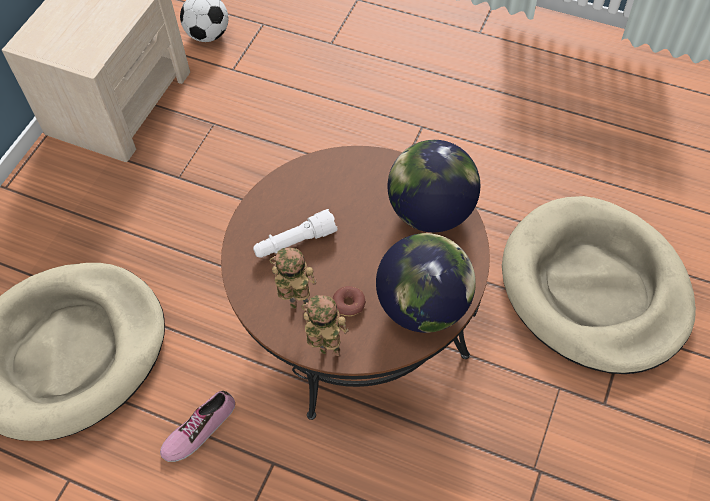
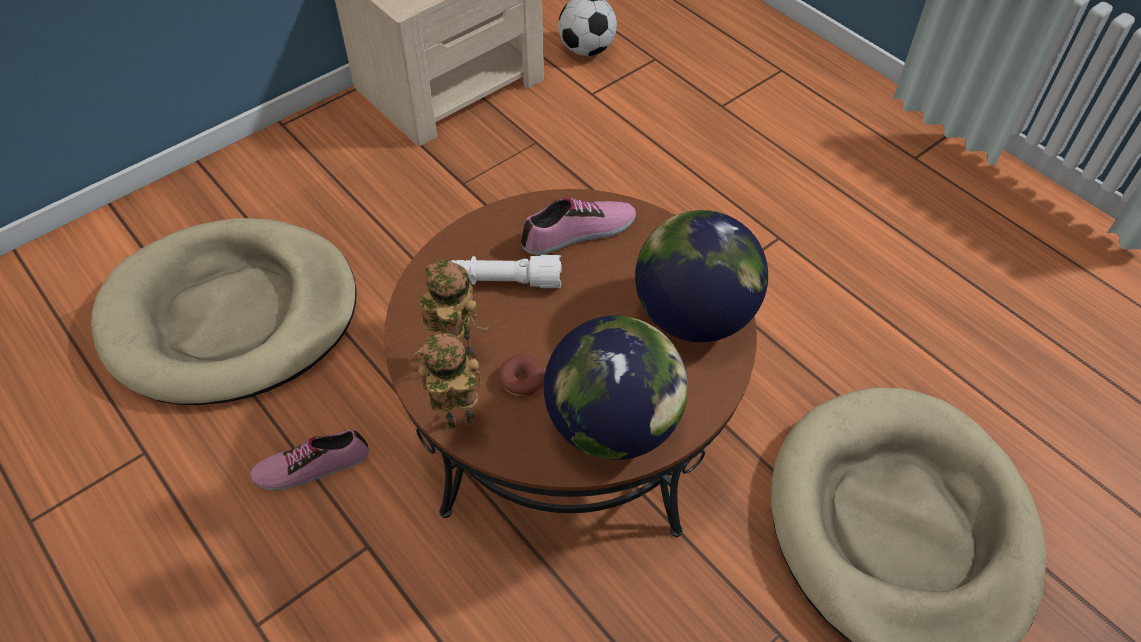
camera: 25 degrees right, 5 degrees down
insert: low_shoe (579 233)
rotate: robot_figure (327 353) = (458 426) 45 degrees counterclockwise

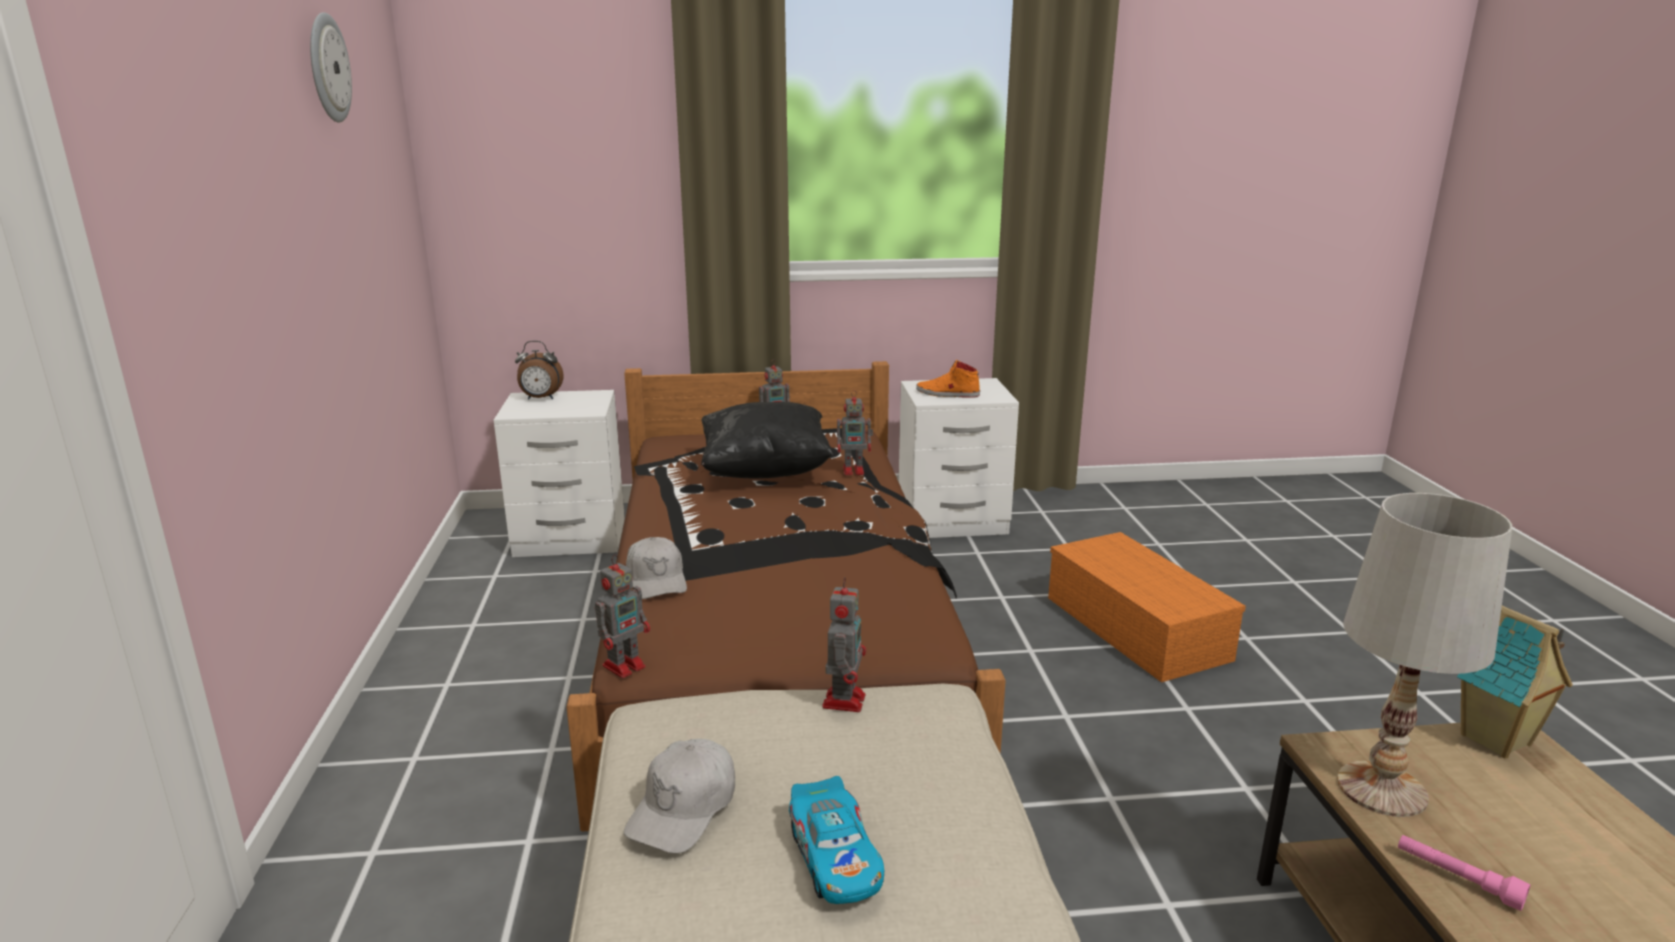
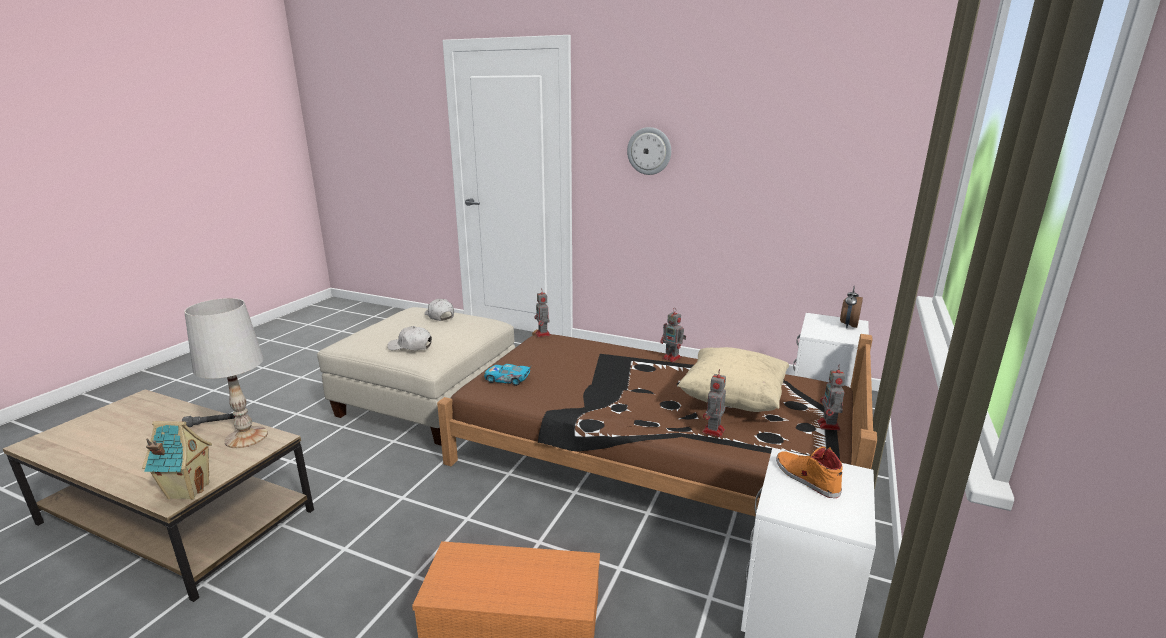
camera: 120 degrees right, 0 degrees up
move: white_cap (657 580) to (410 346); toy_car (835 858) to (507 379); clock_on_the_wall (327 68) to (649 151); robot_figure (844 699) to (672 358)
recolor: pink-coloured_flashlight (1457 879) to grey_flashlight (210 423); black-coloured_throw_pillow (765 472) to beige_throw_pillow (732 401)
rotate: orange-coloured_low_shoe (947 394) = (806 478) 75 degrees counterclockwise

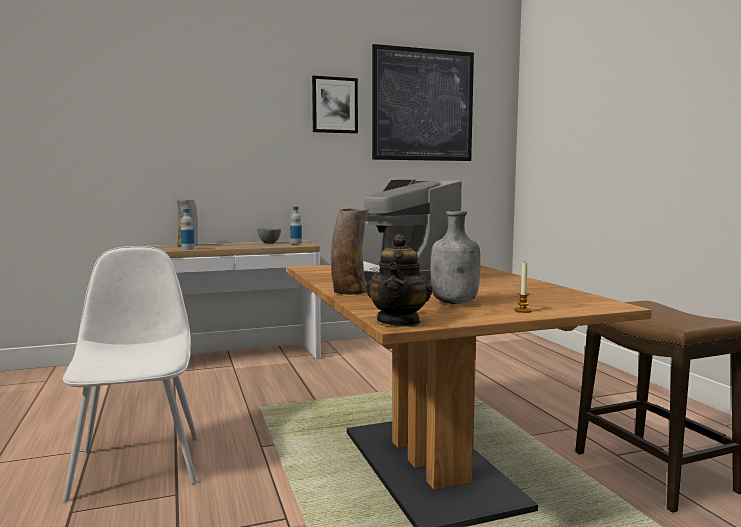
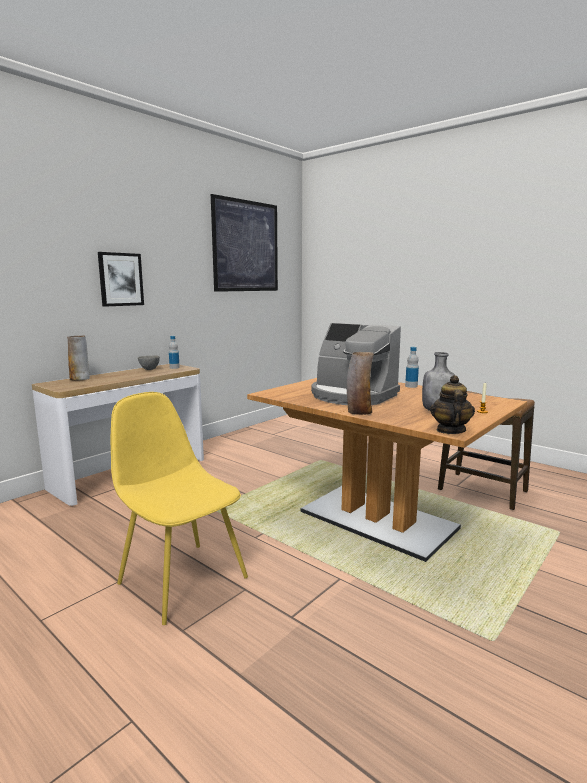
camera: 30 degrees left, 5 degrees up
move: picture (334 105) to (120 279); drink_bottle (188 249) to (411 386)
recolor: white_chair (138 464) to yellow-coloured_chair (181 578)
rotate: tea_pot (399 321) = (450 430) 150 degrees counterclockwise

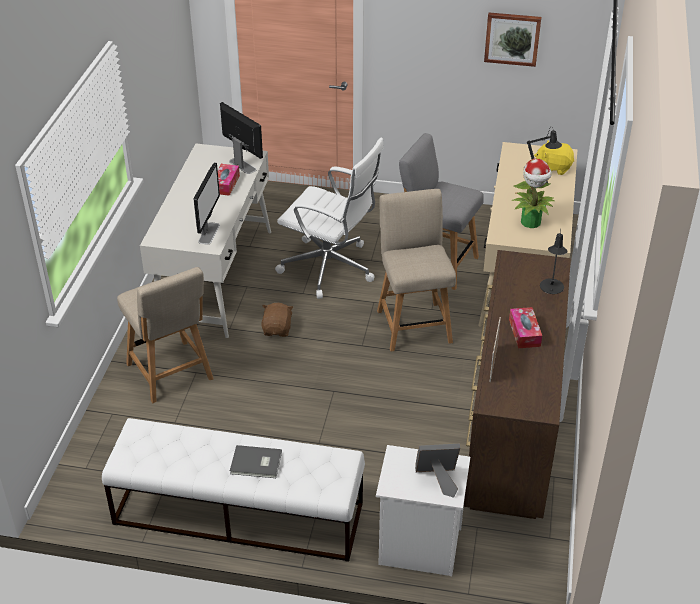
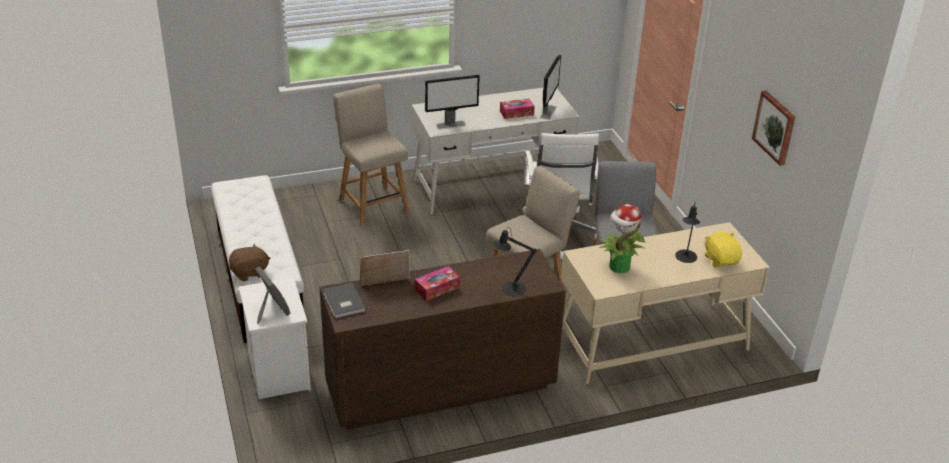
camera: 60 degrees right, 5 degrees down
move: brown-coloured_plush_toy (277 329) to (249 273); grey_bound_book (256 464) to (343 302)
rotate: beige_chair (171 374) = (372 204) 120 degrees clockwise

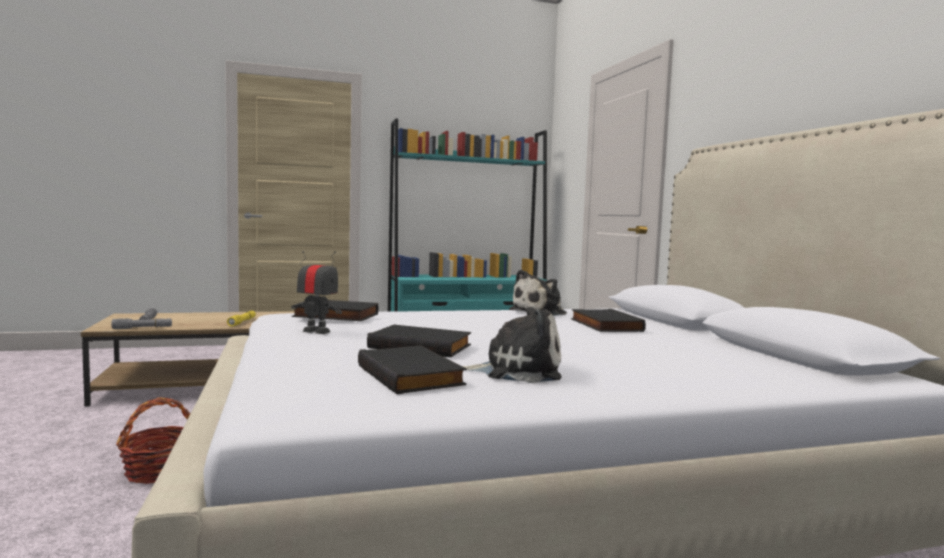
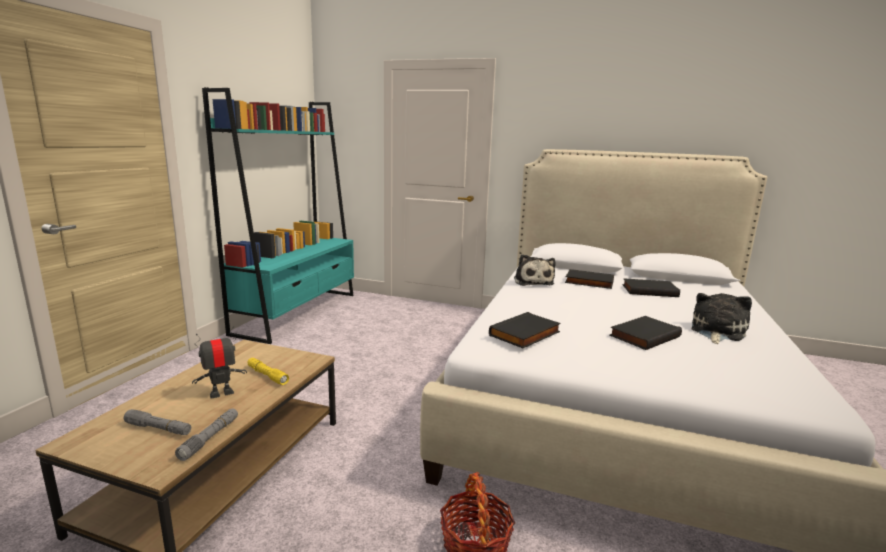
camera: 55 degrees left, 10 degrees up
move: robot_figure (317 331) to (221 393); black-coloured_bound_book (412 375) to (649 290)

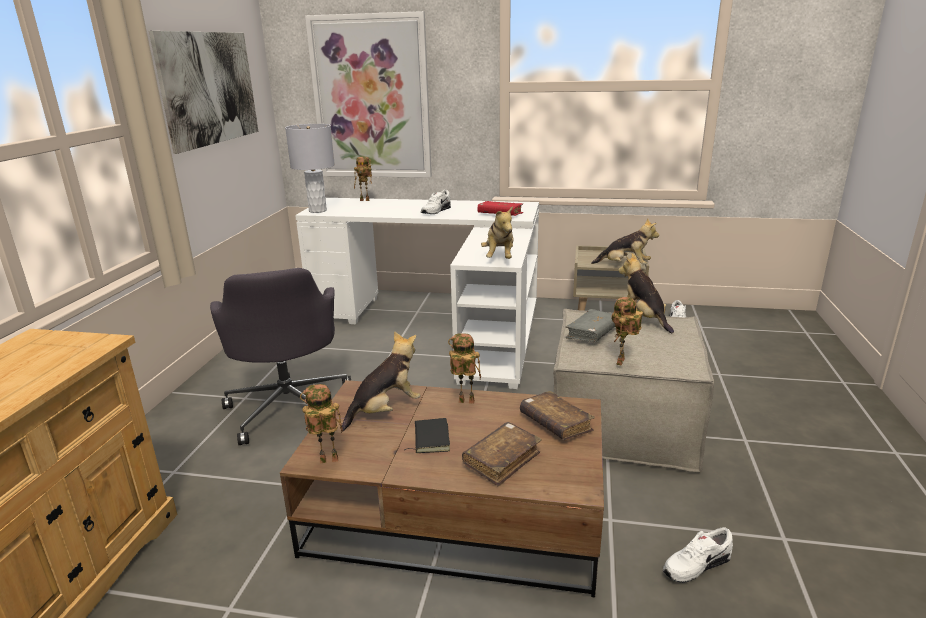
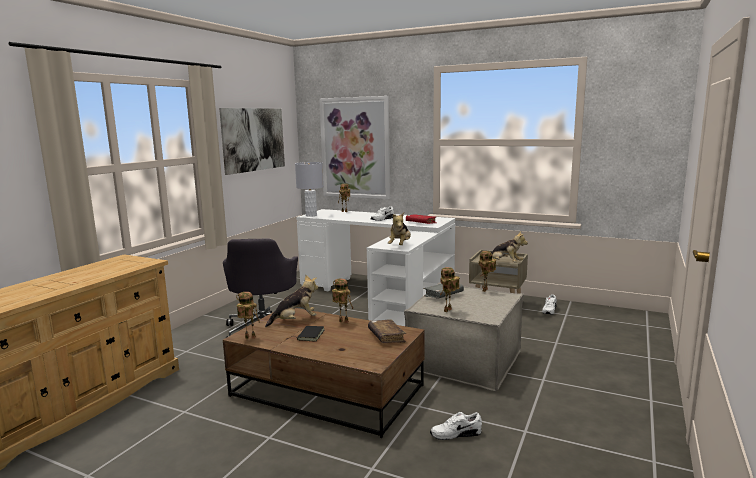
camera: 15 degrees right, 10 degrees down
delete: brown-coloured_bound_book (502 460)
replace: plush_toy (643 317) to robot_figure (486 290)

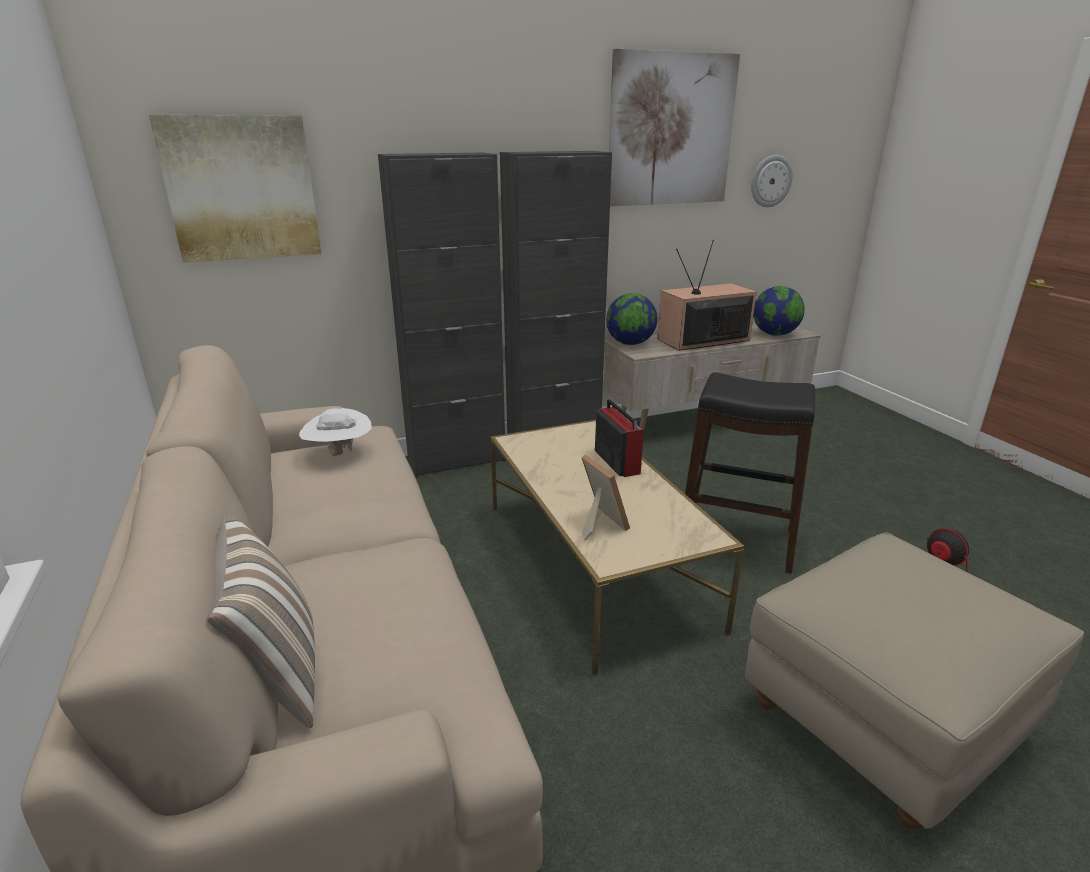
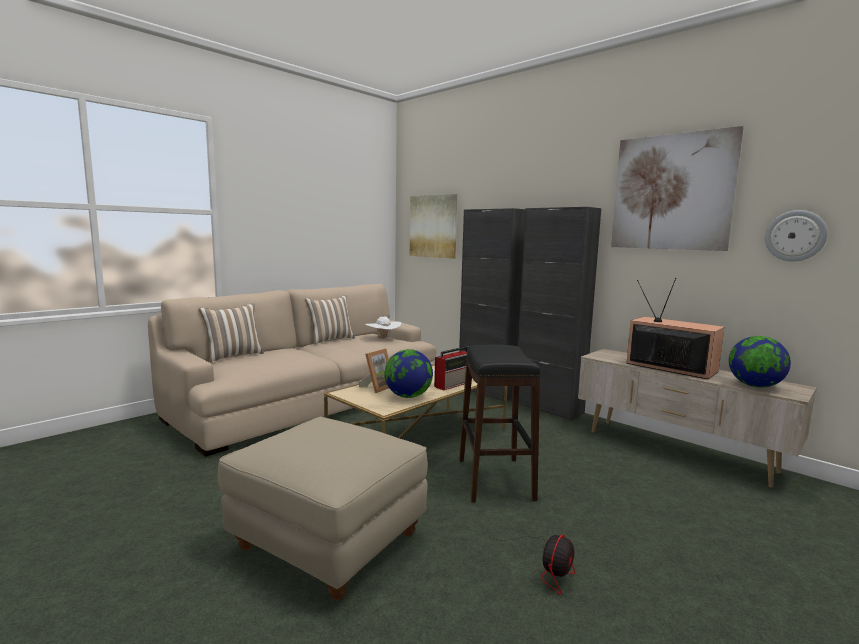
camera: 65 degrees right, 15 degrees down
insert: throw_pillow (330 340)
move: world_globe (630 343) to (408 396)

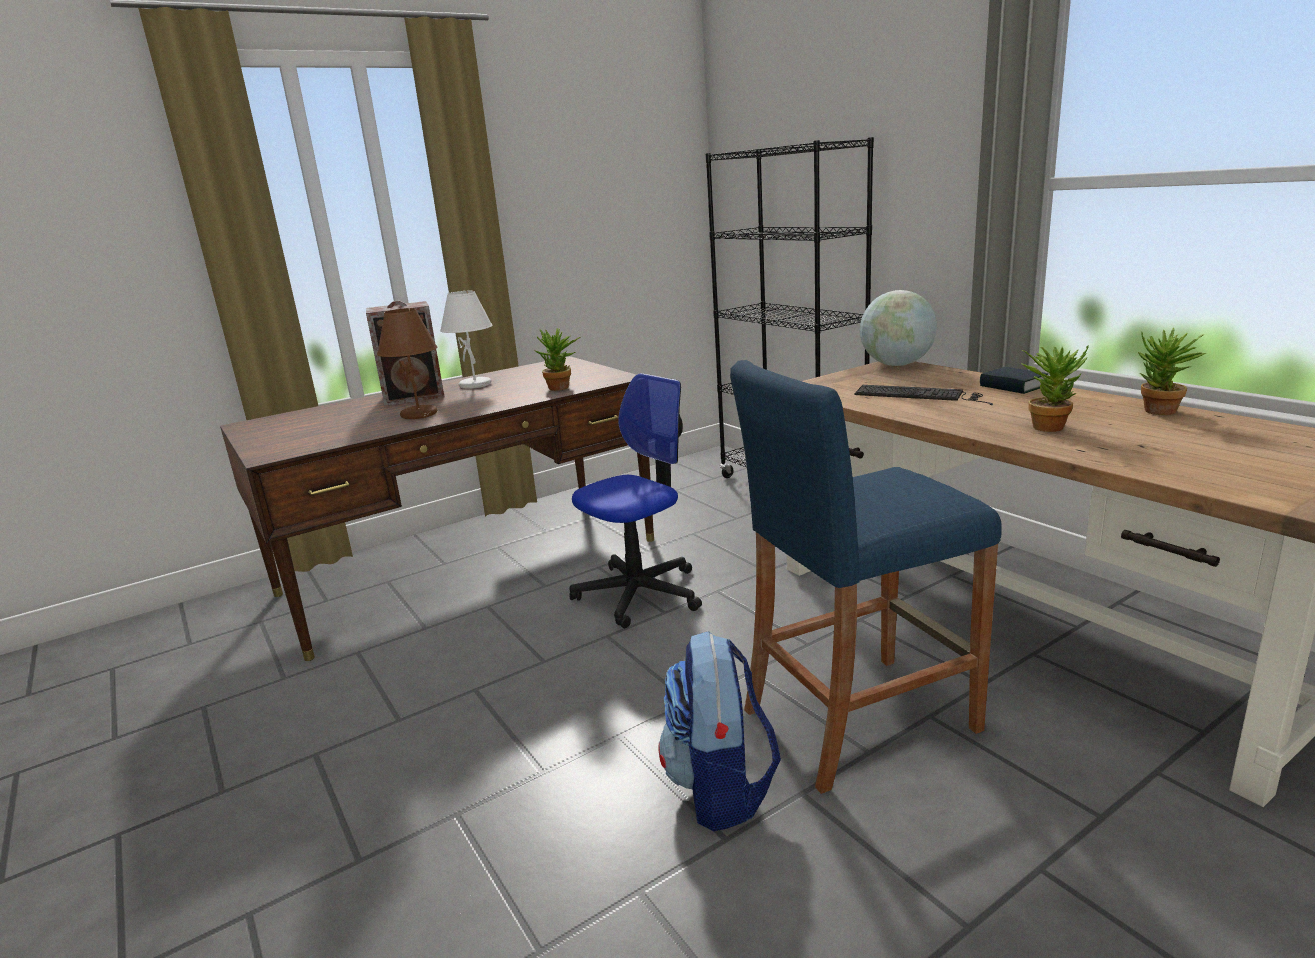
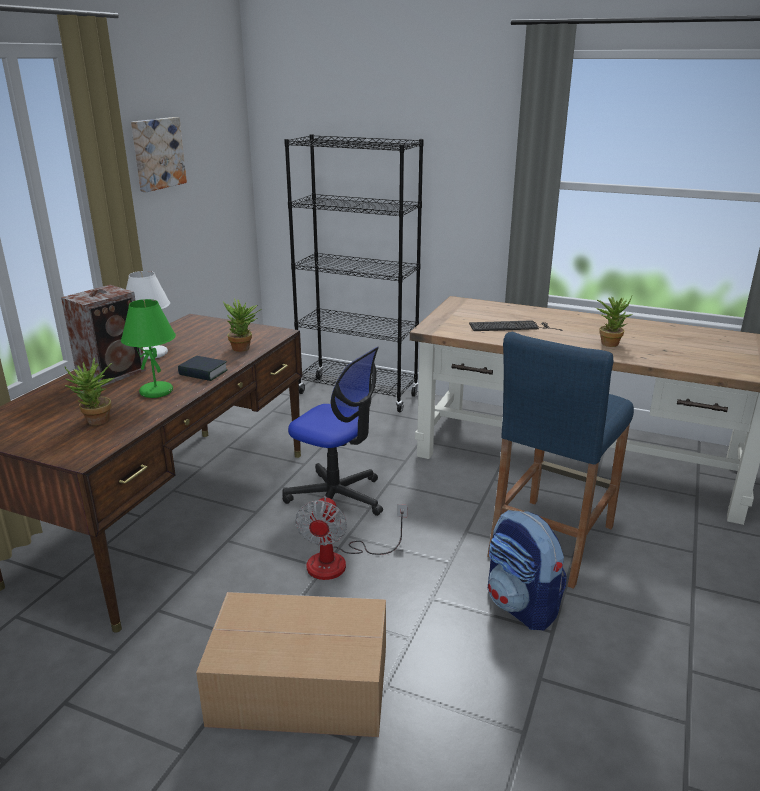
camera: 35 degrees left, 5 degrees up
delete: world_globe (897 365)
insert: picture (157 153); cardboard_box (303 687); fan (340 561)
move: plant_in_a_pot (1159 413) to (96 422); bound_book (1012 386) to (203 373)
recolor: brown-coloured_table_lamp (420 414) to greenish_table_lamp (157 391)
rotate: computer_chair (639 593) = (336 499) 105 degrees clockwise

